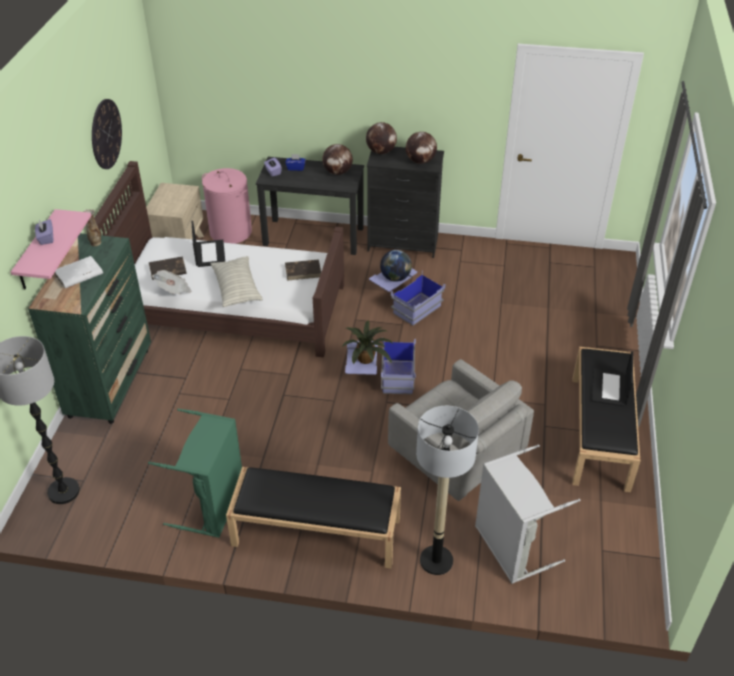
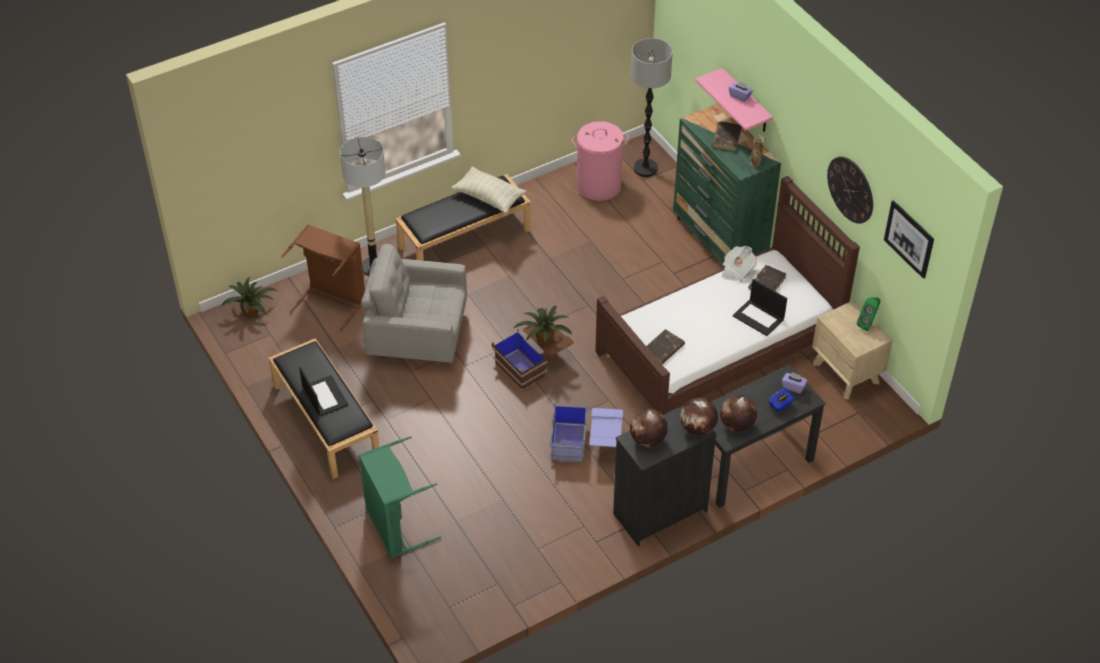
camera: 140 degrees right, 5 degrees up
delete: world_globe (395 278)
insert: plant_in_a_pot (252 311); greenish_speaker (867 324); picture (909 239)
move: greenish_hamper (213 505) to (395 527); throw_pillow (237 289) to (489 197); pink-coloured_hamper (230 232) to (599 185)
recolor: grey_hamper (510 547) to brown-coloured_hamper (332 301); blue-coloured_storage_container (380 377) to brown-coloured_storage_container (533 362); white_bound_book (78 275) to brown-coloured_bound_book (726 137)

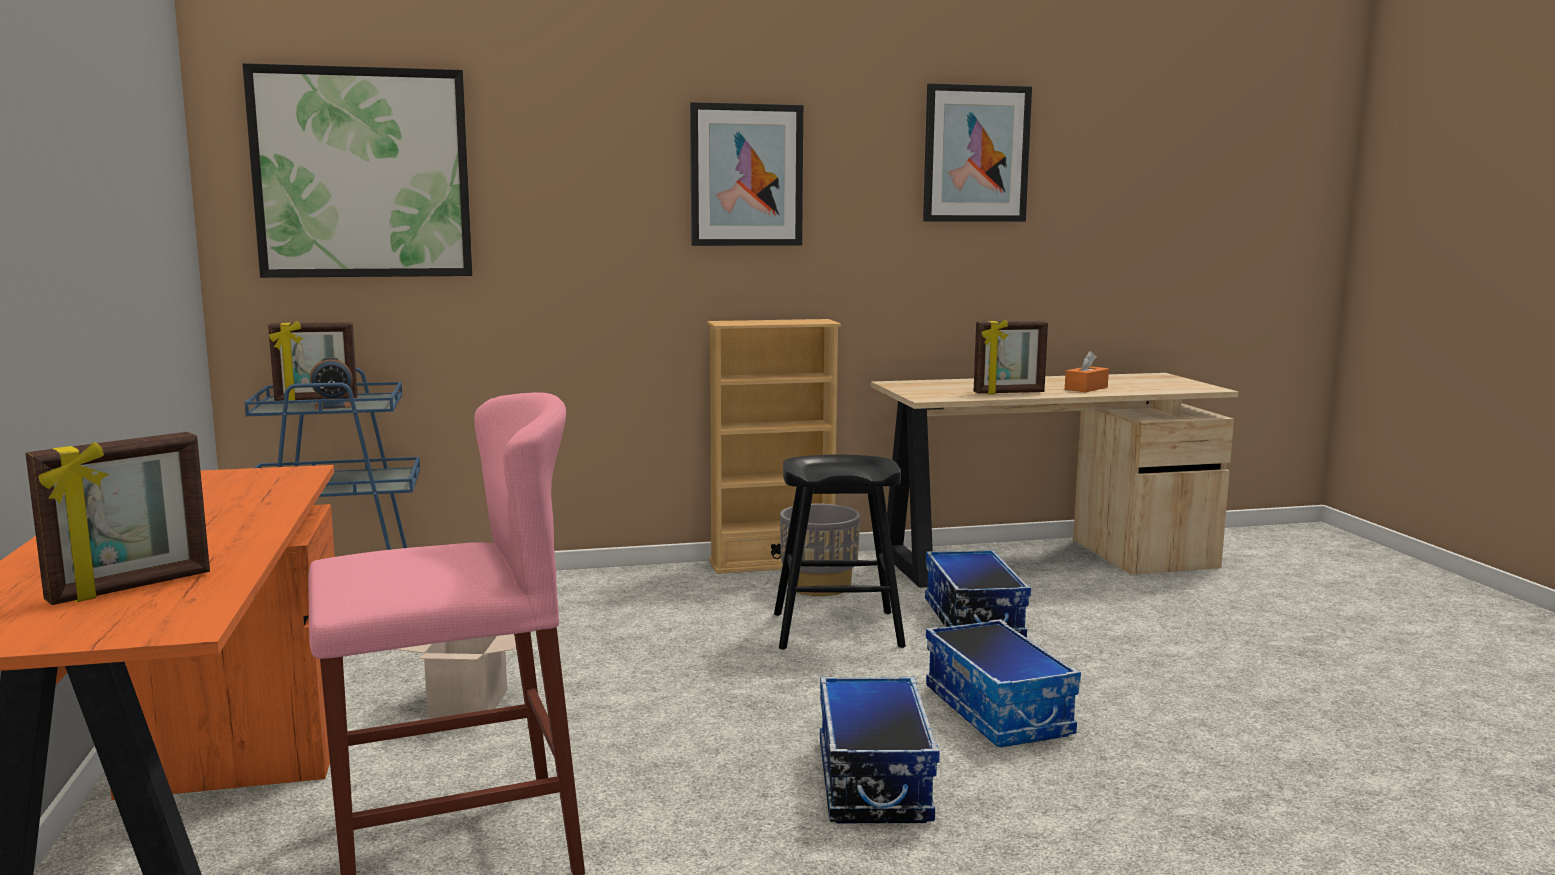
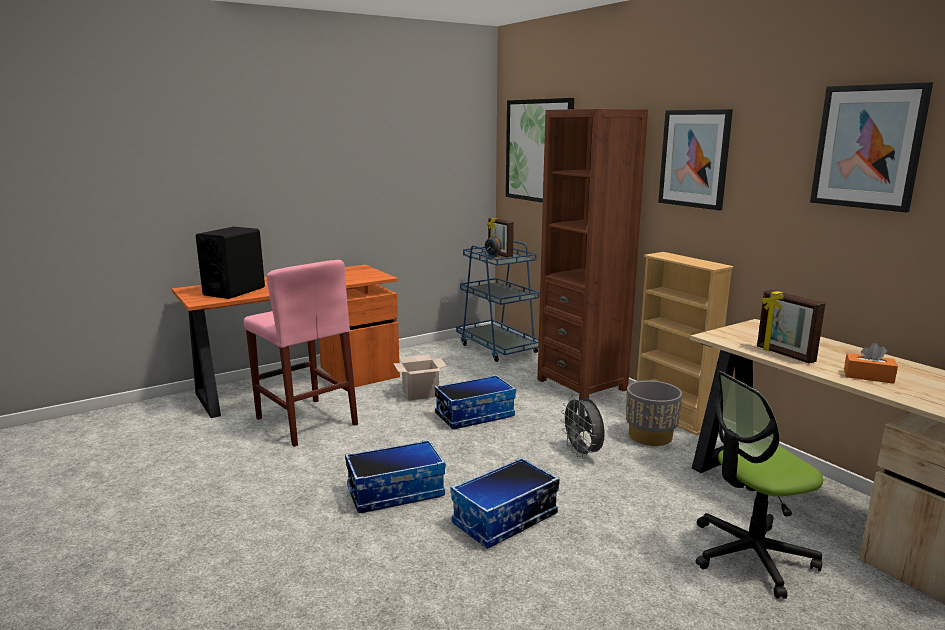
camera: 70 degrees right, 5 degrees up
insert: brown-coloured_shelving_unit (582 385); computer_chair (751 556)
move: storage_container (971 620) to (475 415)
replace: photo_frame (131 588) to black-coloured_speaker (234 291); black-coloured_stool (836 630) to grey_fan (582 453)

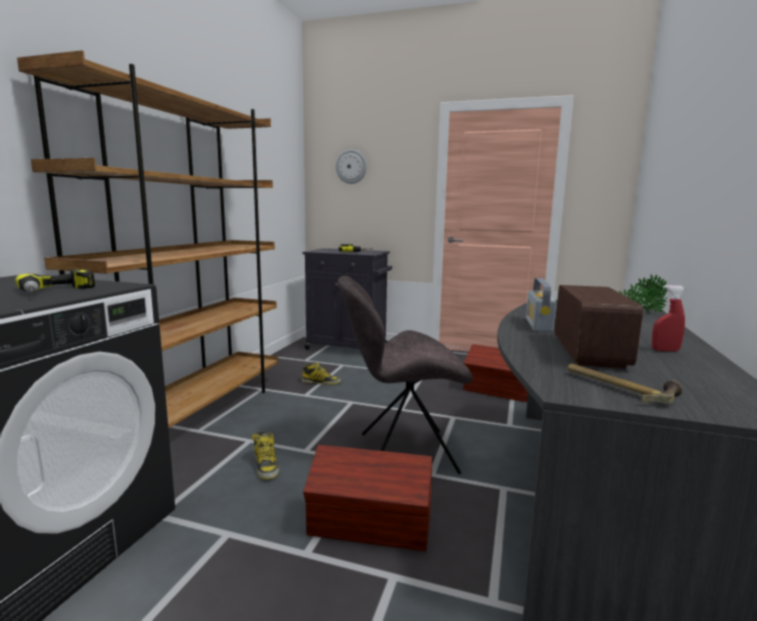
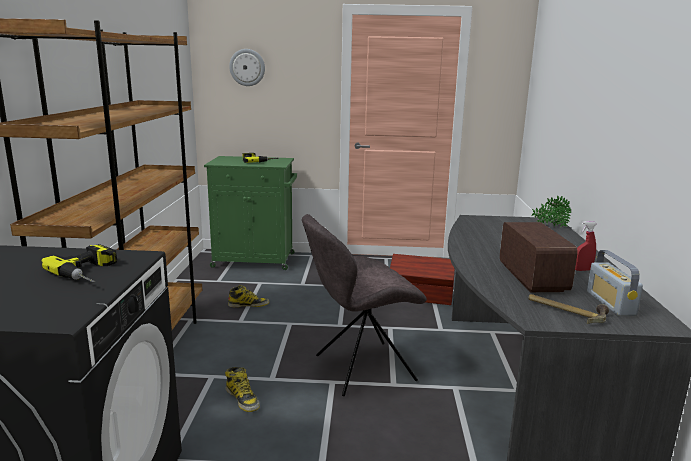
camera: 15 degrees left, 5 degrees up
delete: brown-coloured_storage_container (370 526)
move: radio (538 325) to (610 303)
recolor: black-coloured_cupboard (348 347) to greenish_cupboard (255 260)

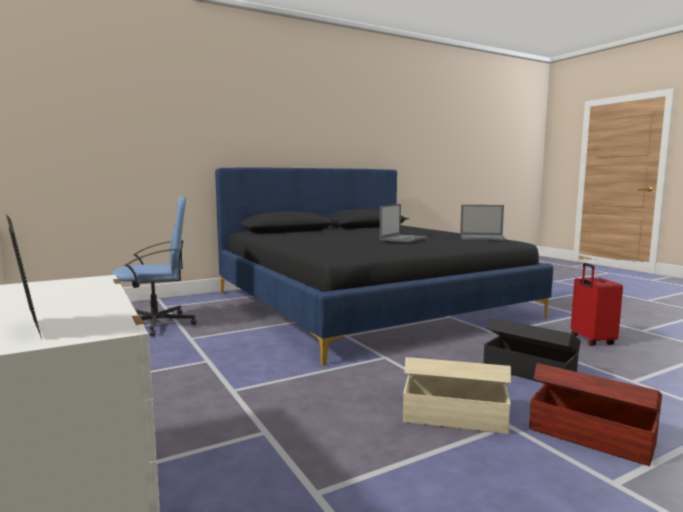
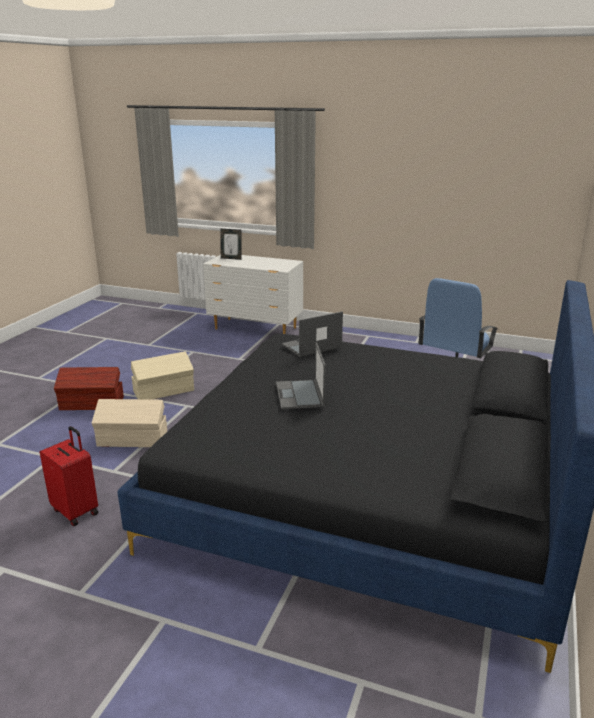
camera: 140 degrees right, 15 degrees up
move: portable_computer (483 238) to (311 346)
recolor: black-coloured_storage_container (528 371) to beige_storage_container (133 439)

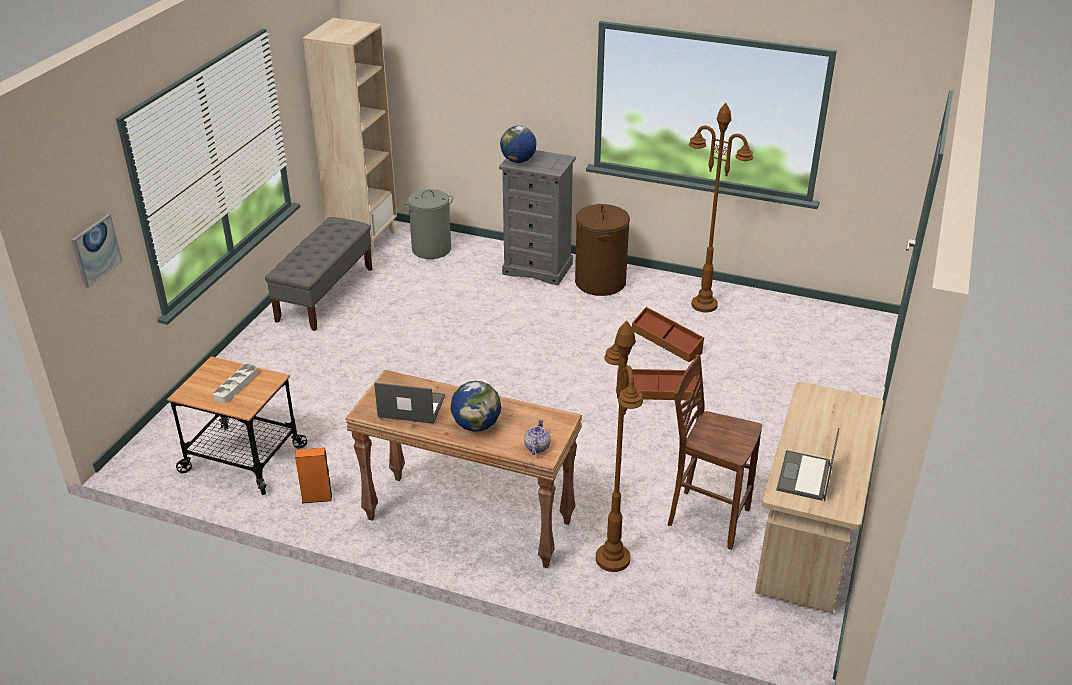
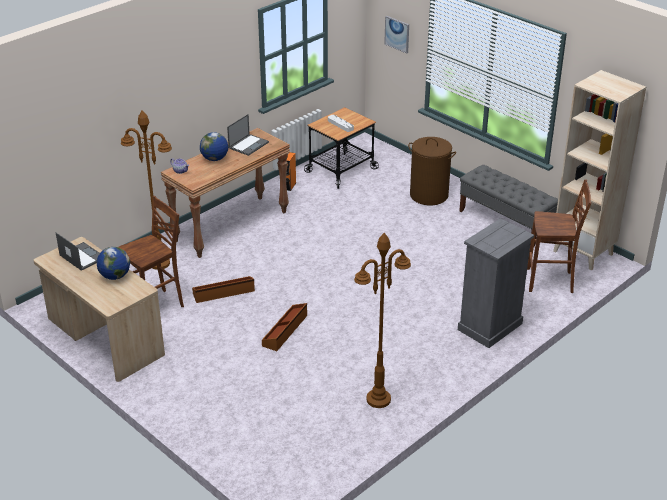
camera: 115 degrees right, 0 degrees up
move: world_globe (518 161) to (115 276); brown-coloured_storage_container (667 341) to (224 293); brown-coloured_hamper (600 282) to (429 195)
replace: grey_hamper (432 249) to brown-coloured_stool (551 281)

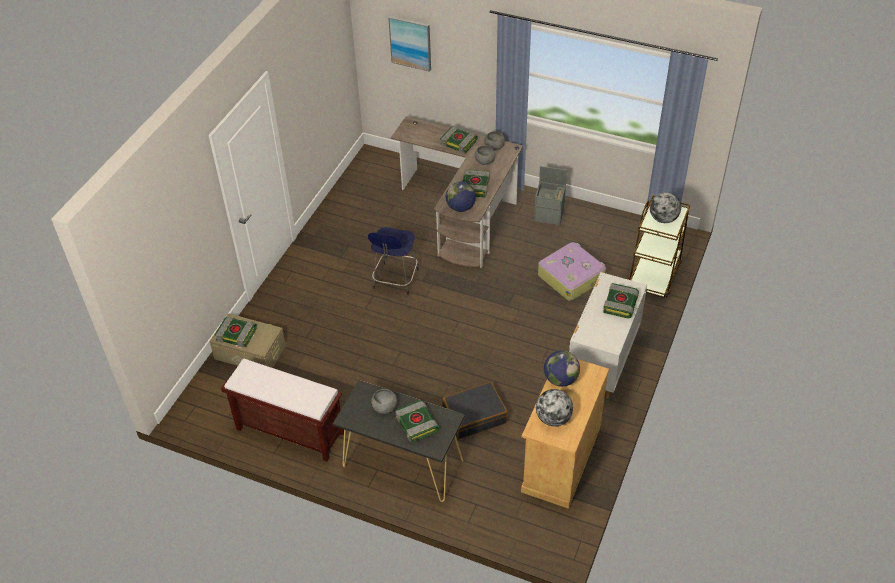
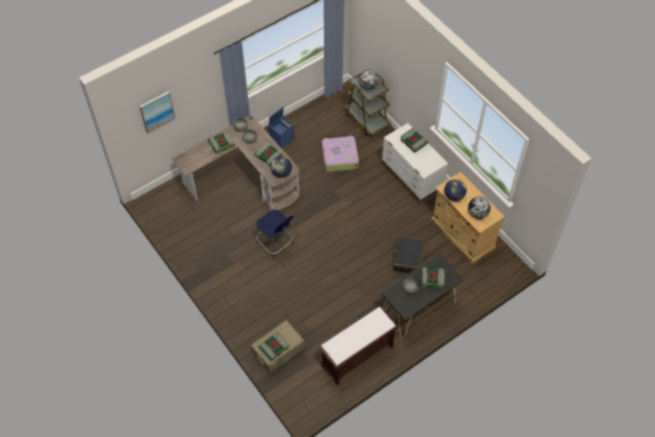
camera: 60 degrees left, 10 degrees up
recolor: grey_storage_container (549 215) to blue-coloured_storage_container (282 139)

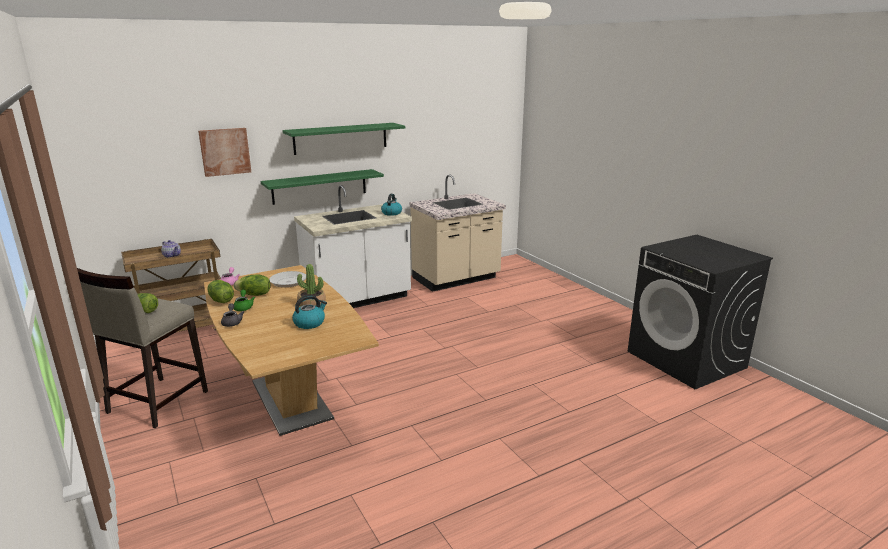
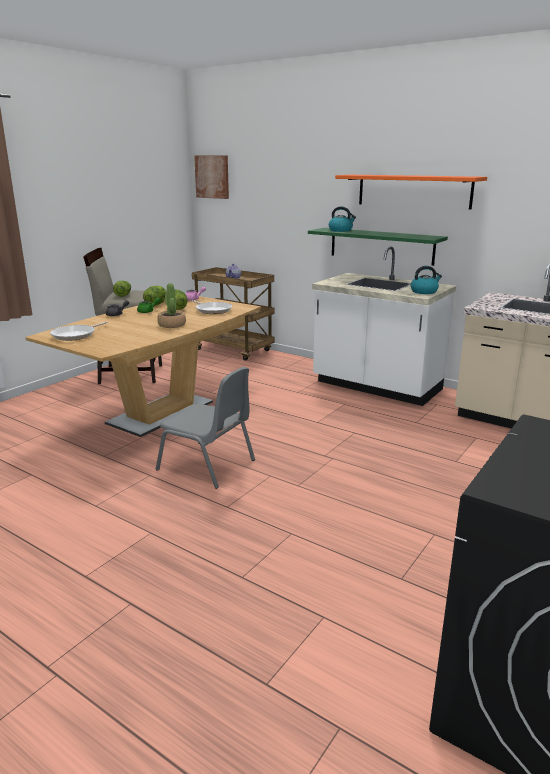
camera: 65 degrees right, 0 degrees up
insert: skillet (76 335); grey_chair (208 465)
move: picture (225 151) to (212 177); tea_kettle (309 323) to (341 230)
recolor: greenish_wall_shelf (340 138) to orange-coloured_wall_shelf (413 191)

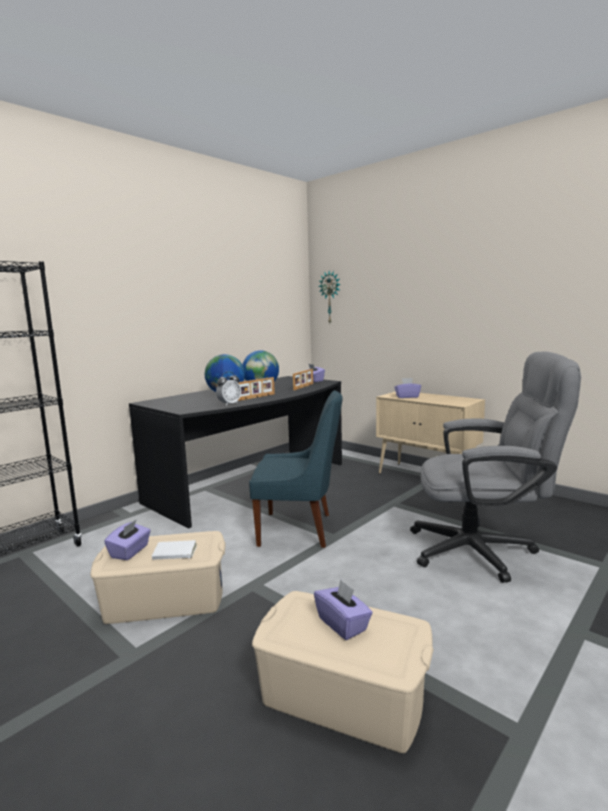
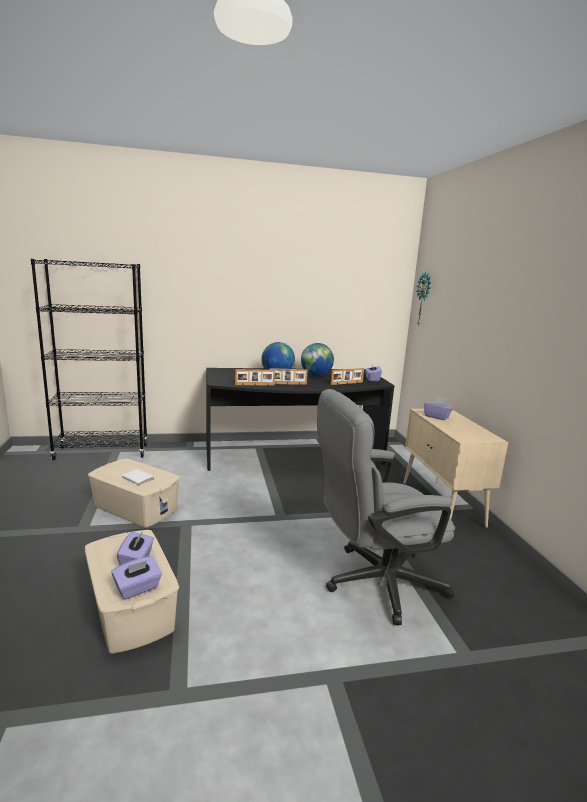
camera: 35 degrees right, 5 degrees up
delete: blue-coloured_chair (299 529)
move: purple-coloured_box_of_tissues (130 551) to (138 588)
replace: bedside_clock (229 404) to photo_frame (255 385)
rotate: grey_computer_chair (483 551) = (374 582) 120 degrees clockwise

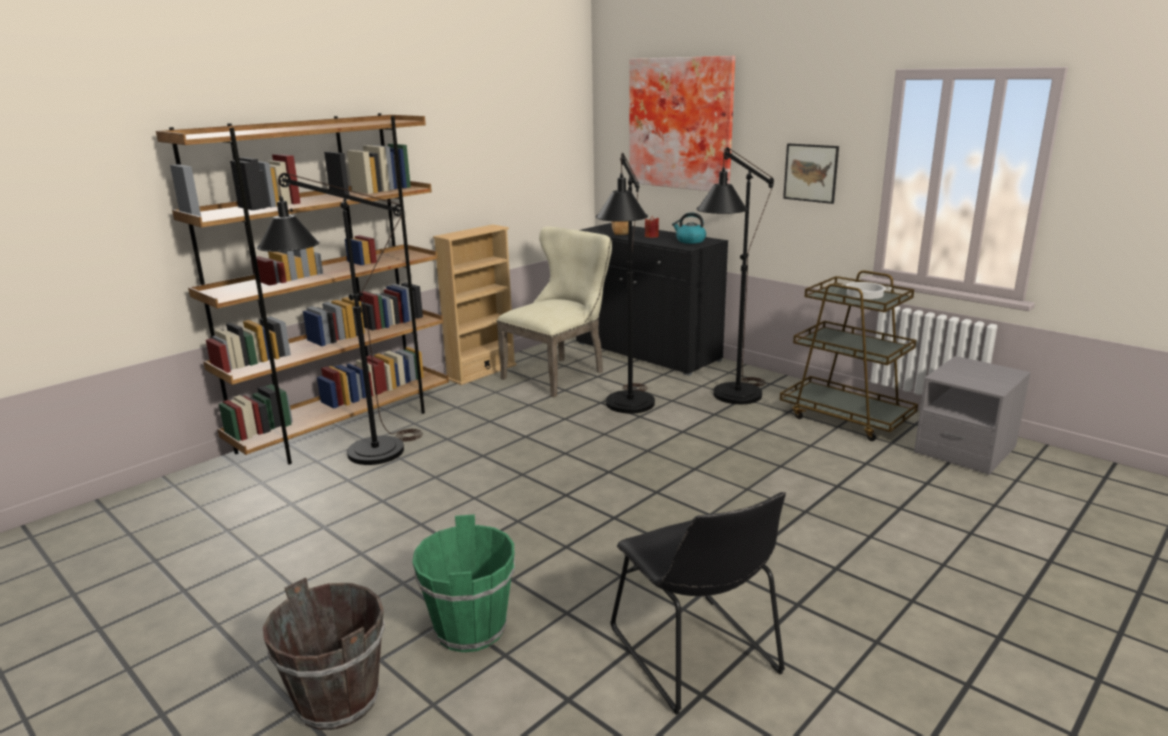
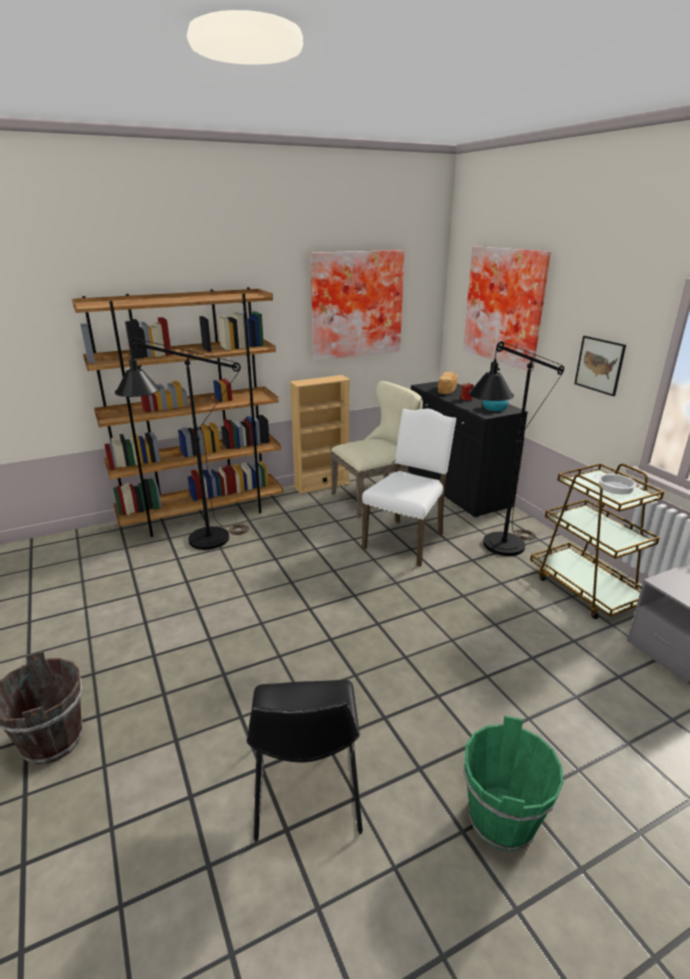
camera: 20 degrees right, 5 degrees up
insert: picture (356 304)
move: greenish_water_bucket (471 629) to (502 820)
replace: black-coloured_standing_lamp (628 409) to white_chair (406 540)

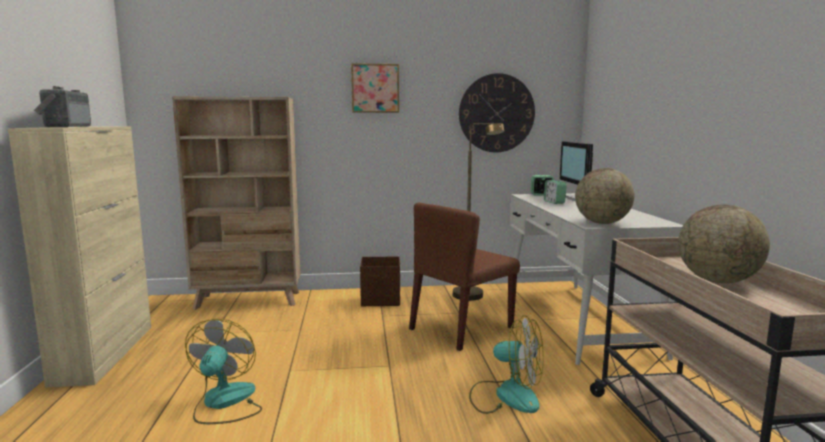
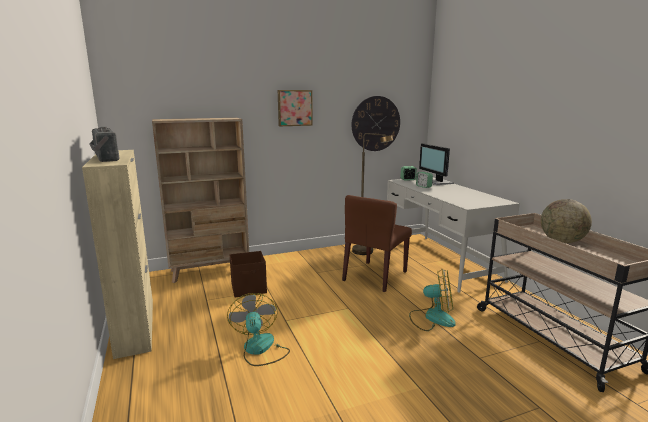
camera: 15 degrees left, 5 degrees up
delete: world_globe (602 223)
move: brown-coloured_storage_container (381 300) to (249 288)

